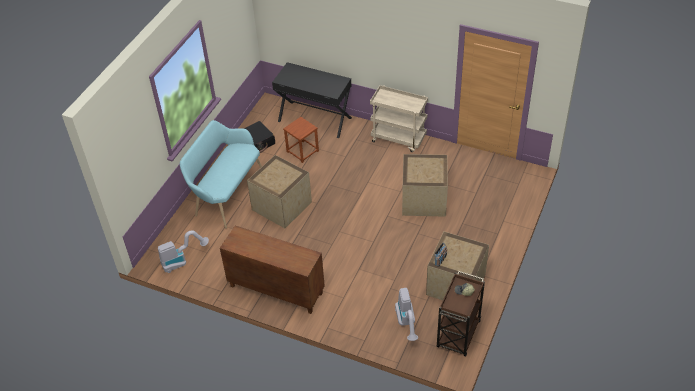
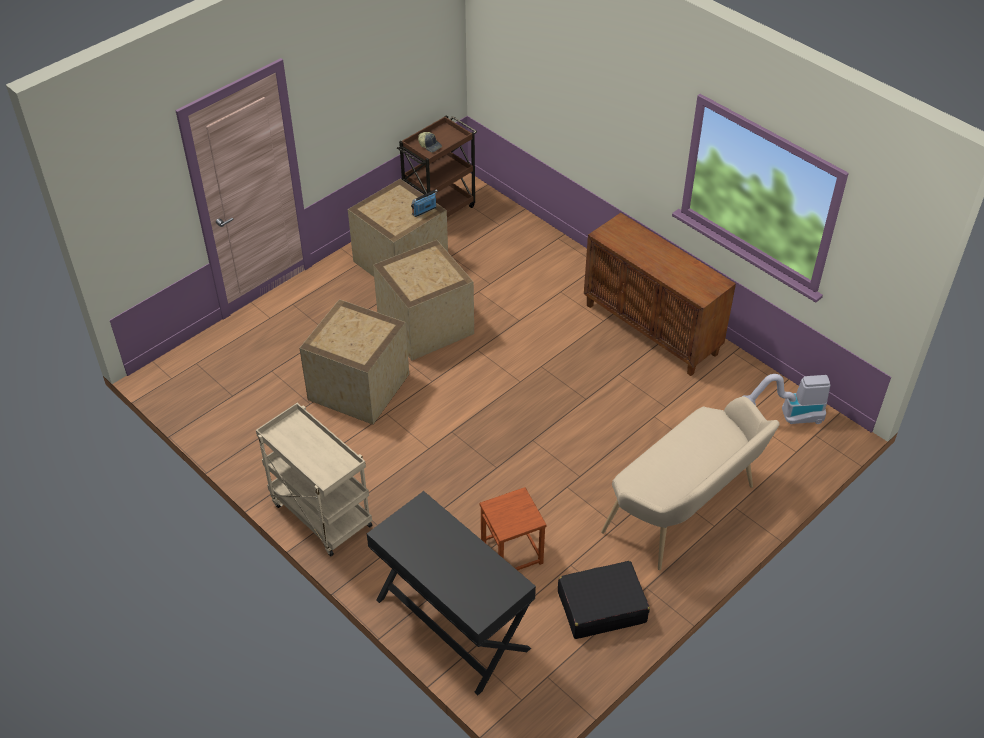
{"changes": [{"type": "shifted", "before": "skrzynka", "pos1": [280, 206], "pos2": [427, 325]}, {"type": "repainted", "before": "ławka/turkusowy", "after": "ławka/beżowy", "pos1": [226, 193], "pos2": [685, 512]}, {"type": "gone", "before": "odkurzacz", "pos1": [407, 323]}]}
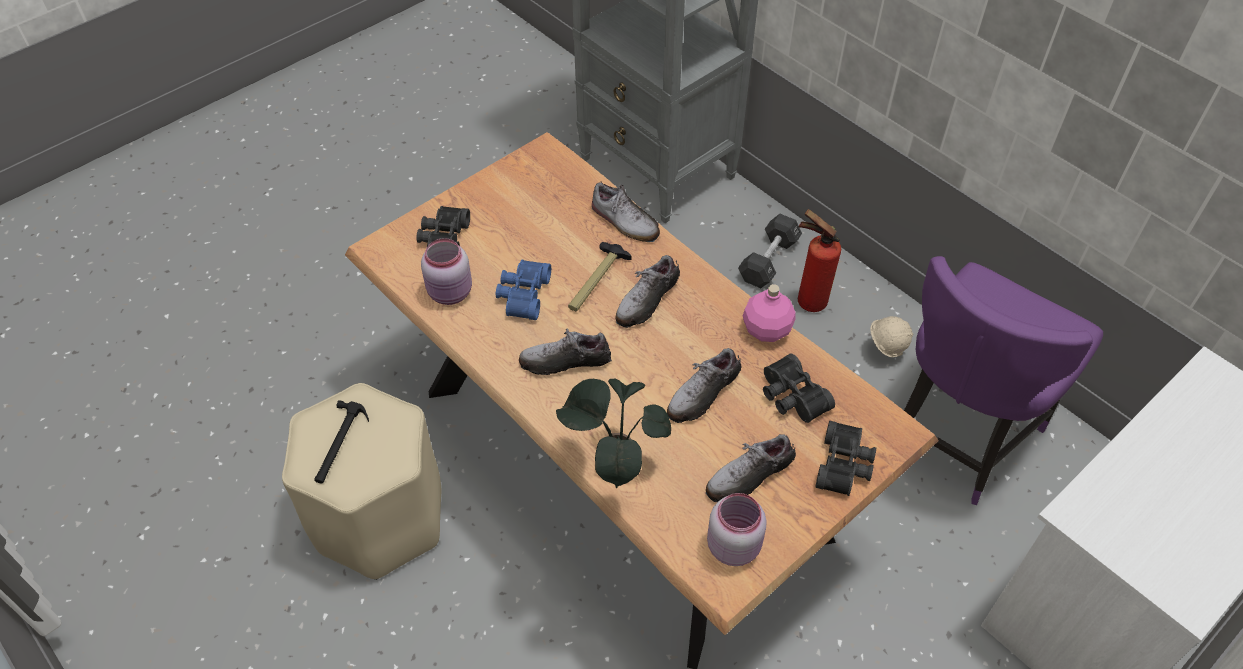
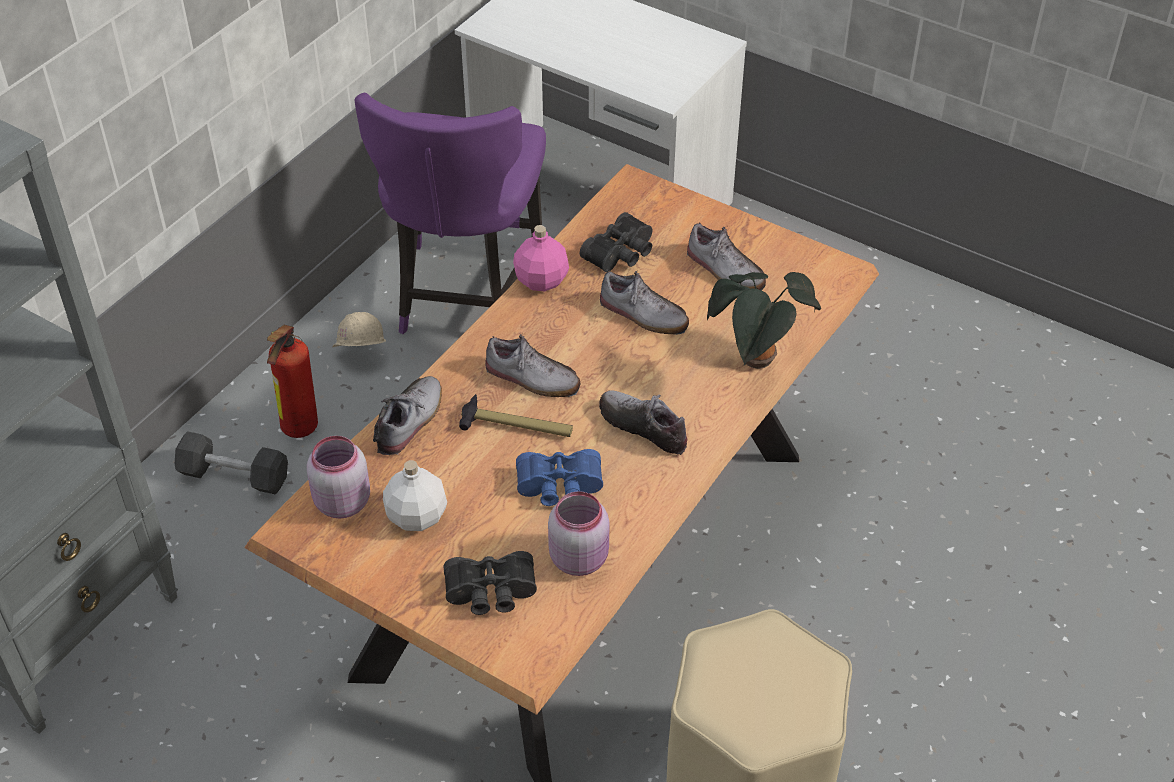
{"changes": [{"type": "shifted", "before": "słoik/różowy", "pos1": [734, 545], "pos2": [340, 502]}, {"type": "rotated", "before": "krzesło/fioletowy", "pos1": [956, 437], "pos2": [464, 296], "turn": 75}, {"type": "new", "after": "butelka/biały", "pos2": [417, 515]}, {"type": "rotated", "before": "but", "pos1": [565, 361], "pos2": [643, 427], "turn": 150}, {"type": "gone", "before": "młotek", "pos1": [339, 444]}, {"type": "gone", "before": "lornetka/czarny", "pos1": [845, 465]}]}
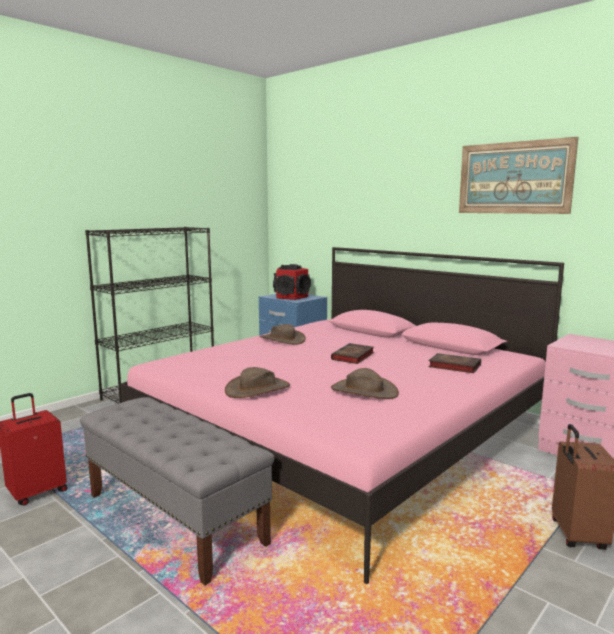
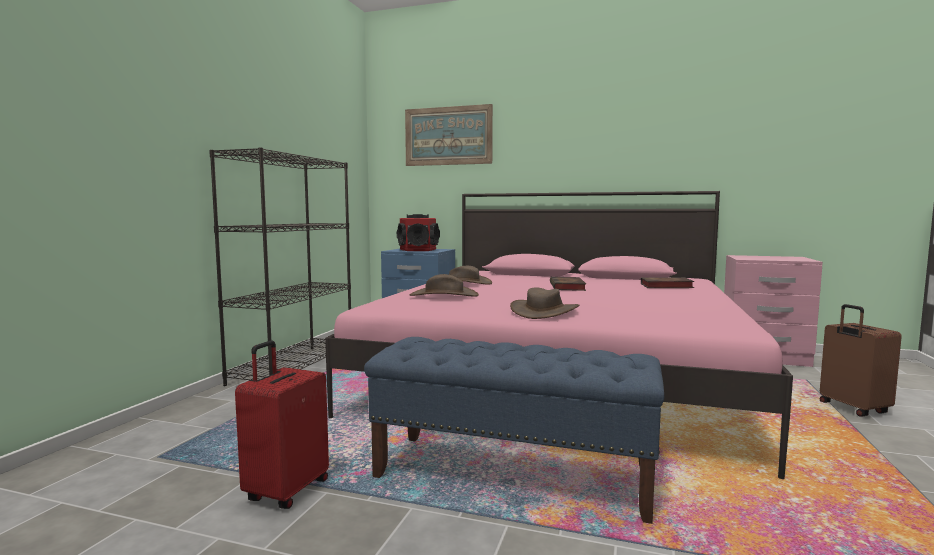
{"changes": [{"type": "repainted", "before": "ławka/szary", "after": "ławka/niebieski", "pos1": [174, 519], "pos2": [513, 475]}, {"type": "shifted", "before": "obraz", "pos1": [514, 178], "pos2": [448, 136]}, {"type": "shifted", "before": "kapelusz/brązowy", "pos1": [364, 391], "pos2": [444, 295]}]}
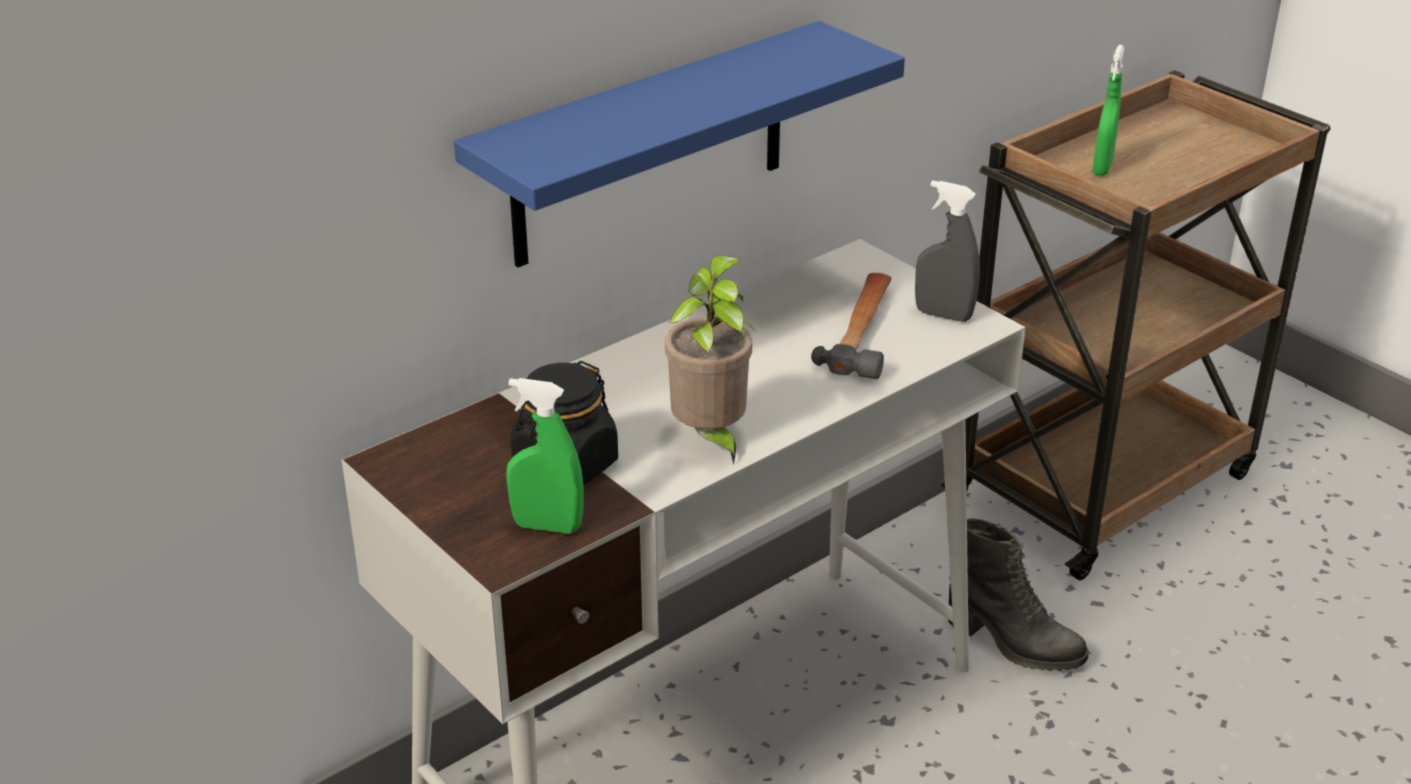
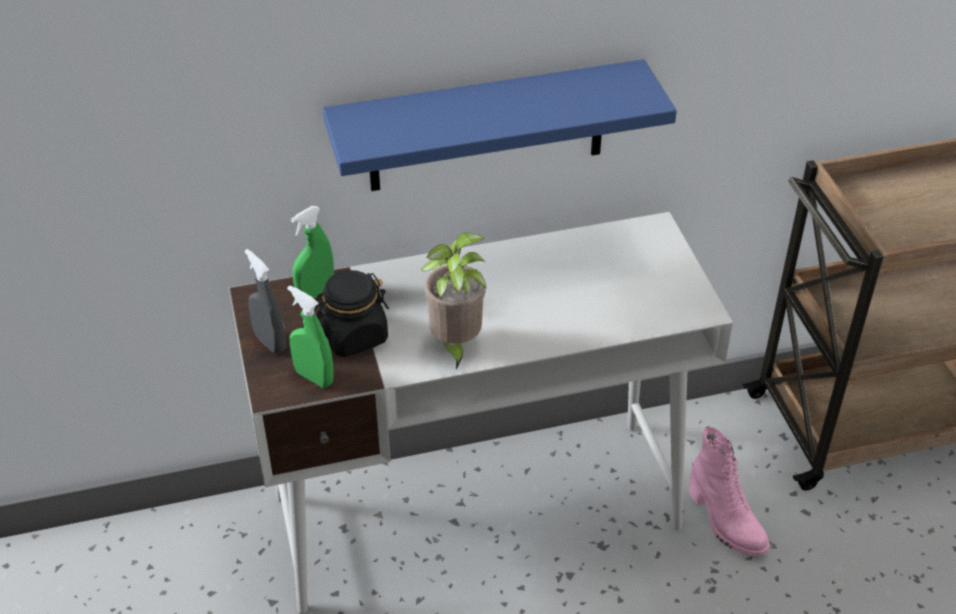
{"changes": [{"type": "shifted", "before": "spryskiwacz/szary", "pos1": [943, 315], "pos2": [270, 342]}, {"type": "shifted", "before": "spryskiwacz/zielony", "pos1": [1102, 168], "pos2": [316, 293]}, {"type": "repainted", "before": "but z cholewką/czarny", "after": "but z cholewką/różowy", "pos1": [1013, 644], "pos2": [724, 521]}, {"type": "gone", "before": "młotek", "pos1": [863, 331]}]}
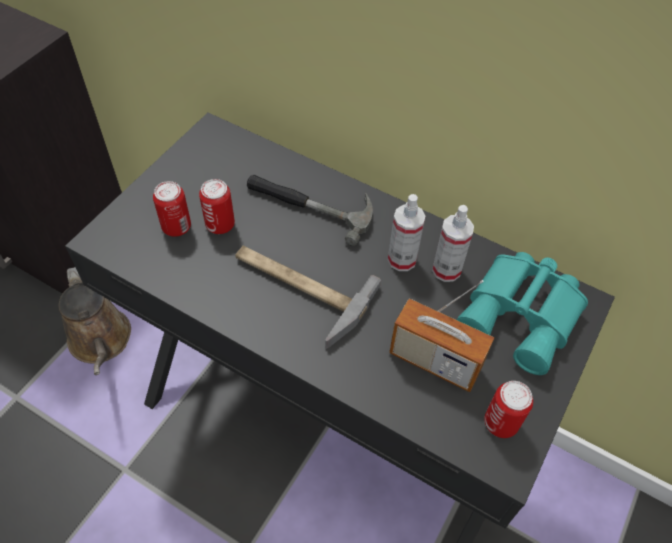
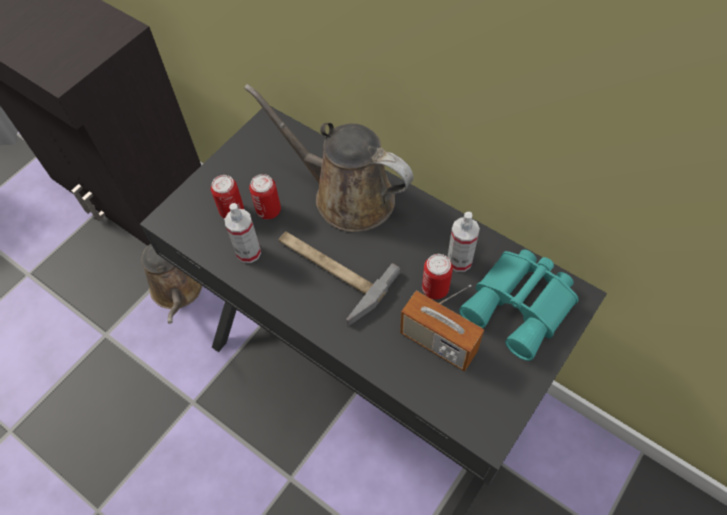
{"changes": [{"type": "shifted", "before": "spryskiwacz", "pos1": [402, 259], "pos2": [248, 252]}, {"type": "swapped", "before": "młotek", "after": "konewka/brązowy", "pos1": [309, 205], "pos2": [346, 195]}, {"type": "shifted", "before": "puszka", "pos1": [500, 423], "pos2": [435, 289]}]}
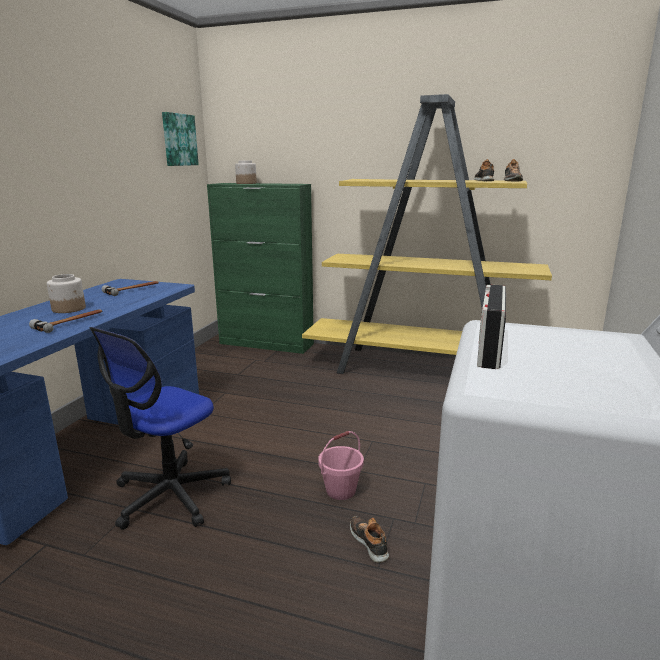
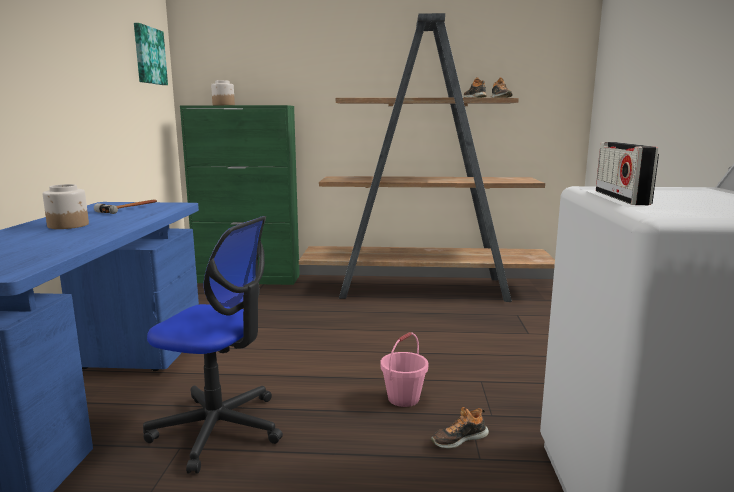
{"changes": [{"type": "rotated", "before": "krzesło biurowe", "pos1": [170, 495], "pos2": [219, 429], "turn": -90}, {"type": "repainted", "before": "regał/żółty", "after": "regał/brązowy", "pos1": [426, 370], "pos2": [425, 288]}, {"type": "rotated", "before": "but", "pos1": [369, 542], "pos2": [459, 439], "turn": -75}, {"type": "gone", "before": "młotek", "pos1": [70, 322]}]}
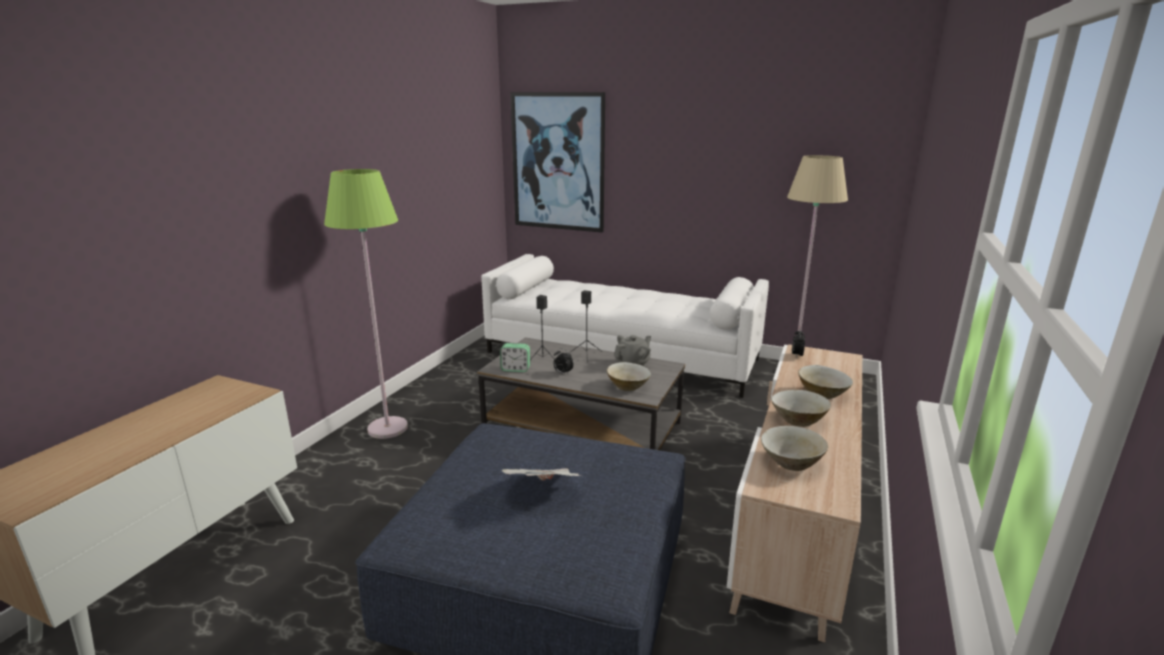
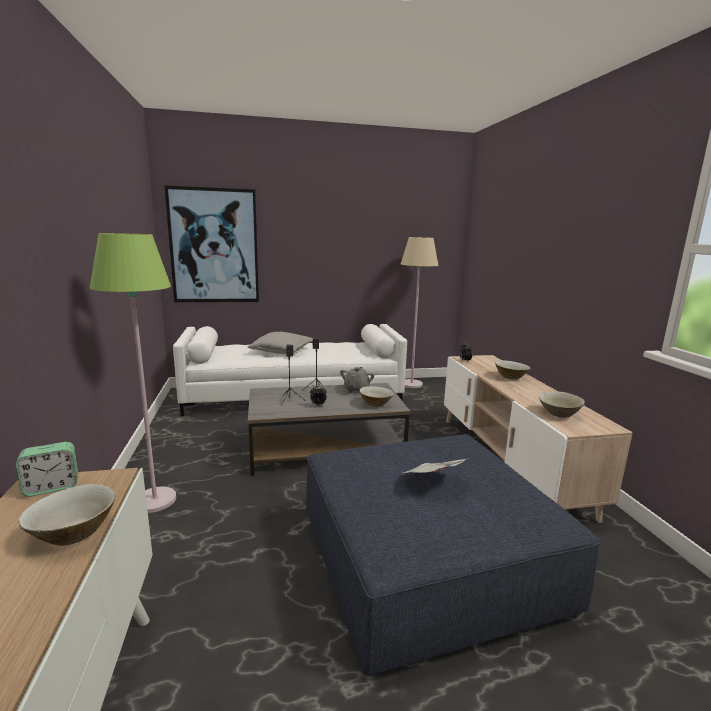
{"changes": [{"type": "shifted", "before": "budzik", "pos1": [515, 369], "pos2": [52, 487]}, {"type": "shifted", "before": "miska/beżowy", "pos1": [798, 420], "pos2": [74, 533]}, {"type": "new", "after": "poduszka/szary", "pos2": [282, 351]}]}
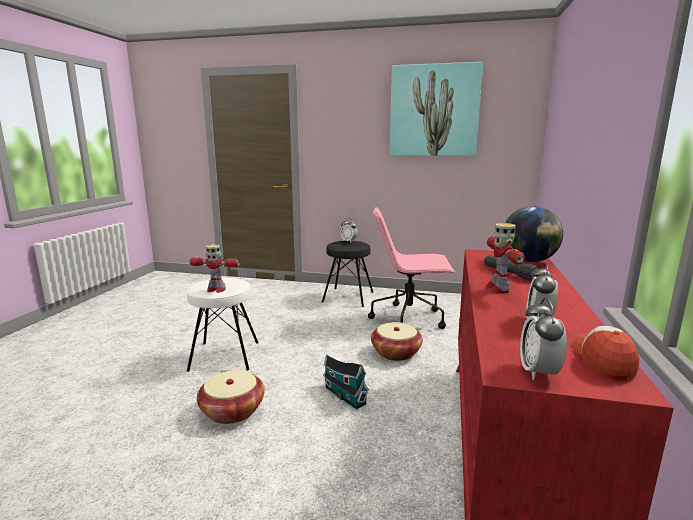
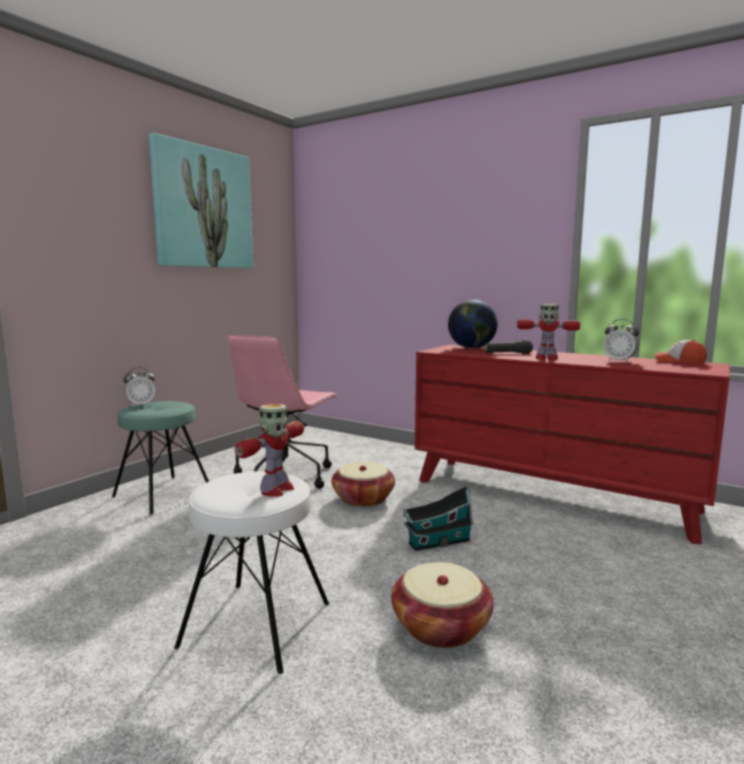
{"changes": [{"type": "repainted", "before": "stołek/czarny", "after": "stołek/turkusowy", "pos1": [348, 297], "pos2": [163, 494]}, {"type": "gone", "before": "budzik", "pos1": [538, 372]}]}
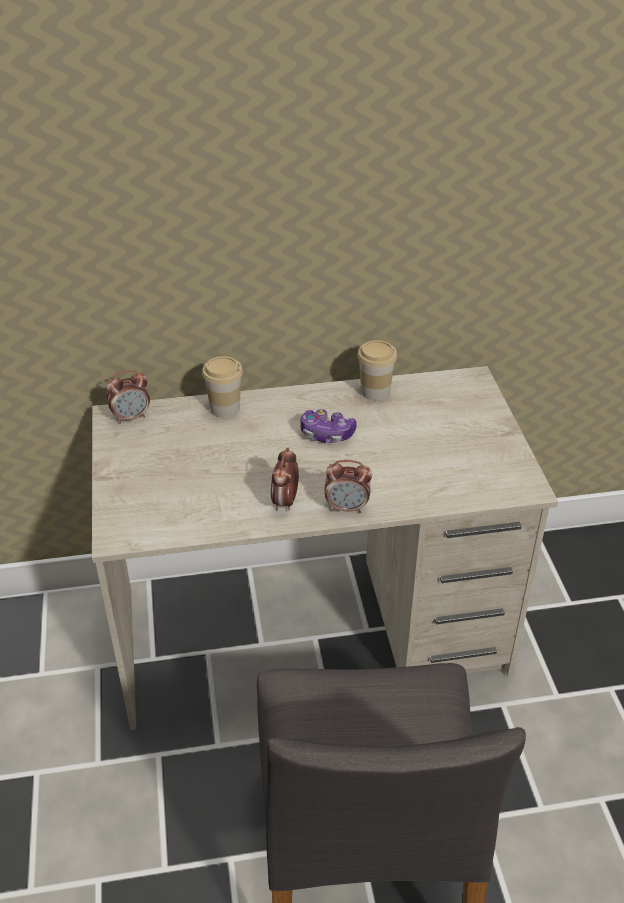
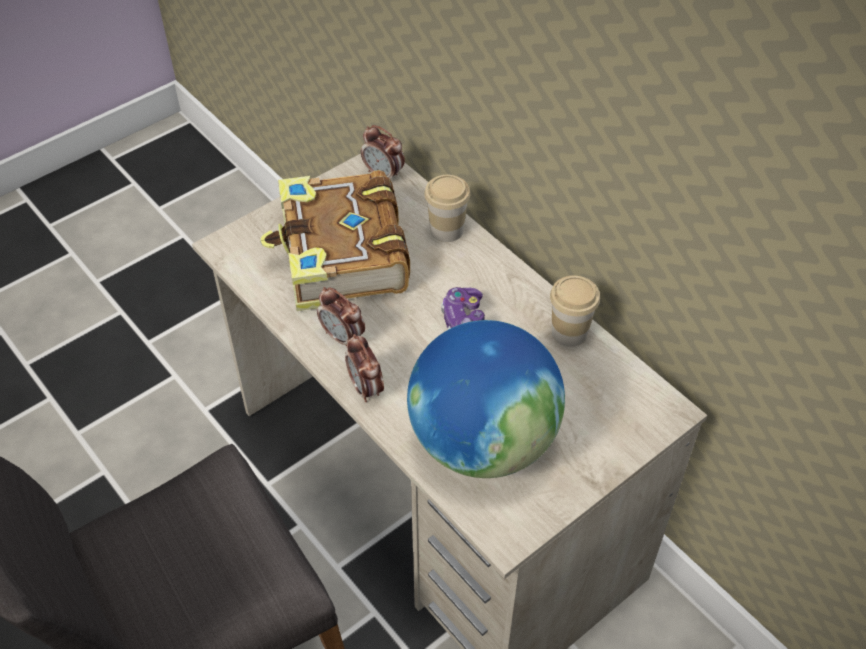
{"changes": [{"type": "new", "after": "książka", "pos2": [341, 257]}, {"type": "rotated", "before": "budzik", "pos1": [285, 502], "pos2": [343, 337], "turn": -120}, {"type": "new", "after": "globus", "pos2": [482, 441]}]}
